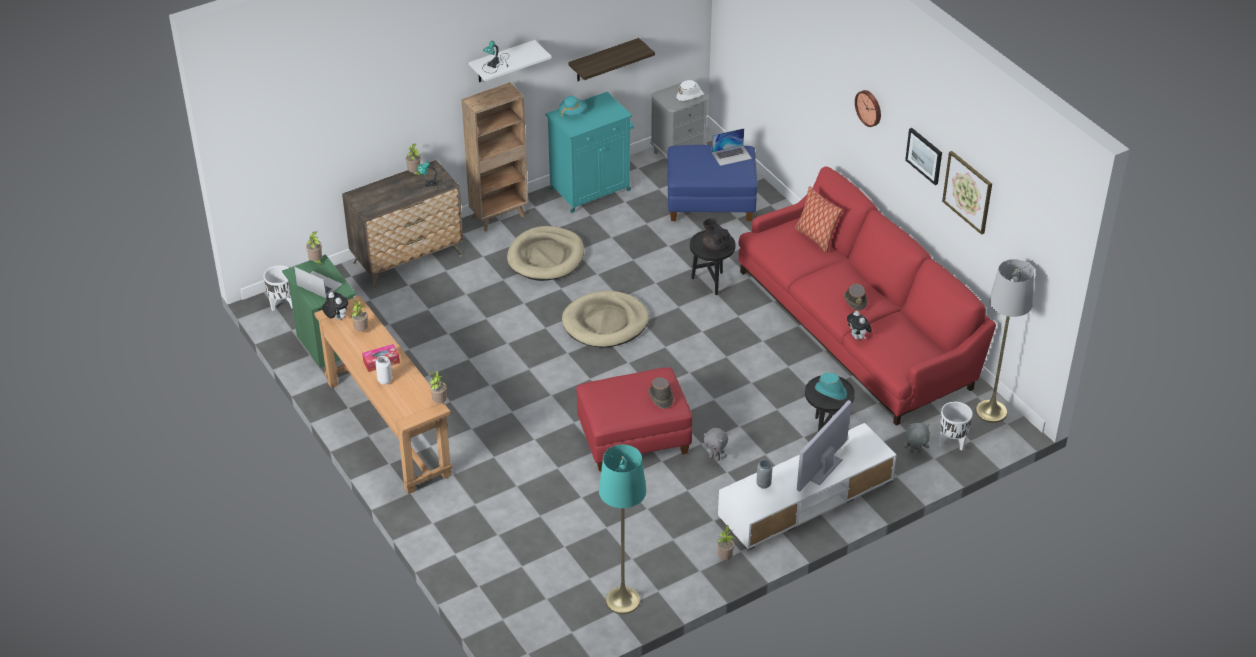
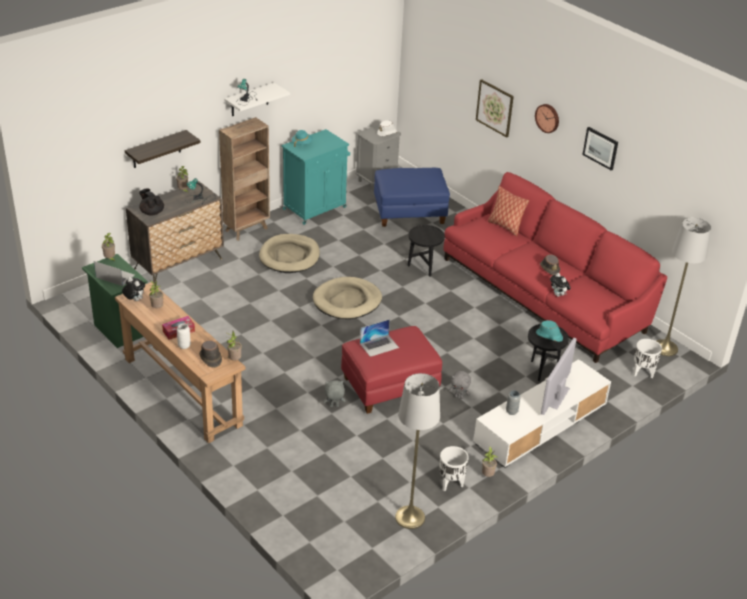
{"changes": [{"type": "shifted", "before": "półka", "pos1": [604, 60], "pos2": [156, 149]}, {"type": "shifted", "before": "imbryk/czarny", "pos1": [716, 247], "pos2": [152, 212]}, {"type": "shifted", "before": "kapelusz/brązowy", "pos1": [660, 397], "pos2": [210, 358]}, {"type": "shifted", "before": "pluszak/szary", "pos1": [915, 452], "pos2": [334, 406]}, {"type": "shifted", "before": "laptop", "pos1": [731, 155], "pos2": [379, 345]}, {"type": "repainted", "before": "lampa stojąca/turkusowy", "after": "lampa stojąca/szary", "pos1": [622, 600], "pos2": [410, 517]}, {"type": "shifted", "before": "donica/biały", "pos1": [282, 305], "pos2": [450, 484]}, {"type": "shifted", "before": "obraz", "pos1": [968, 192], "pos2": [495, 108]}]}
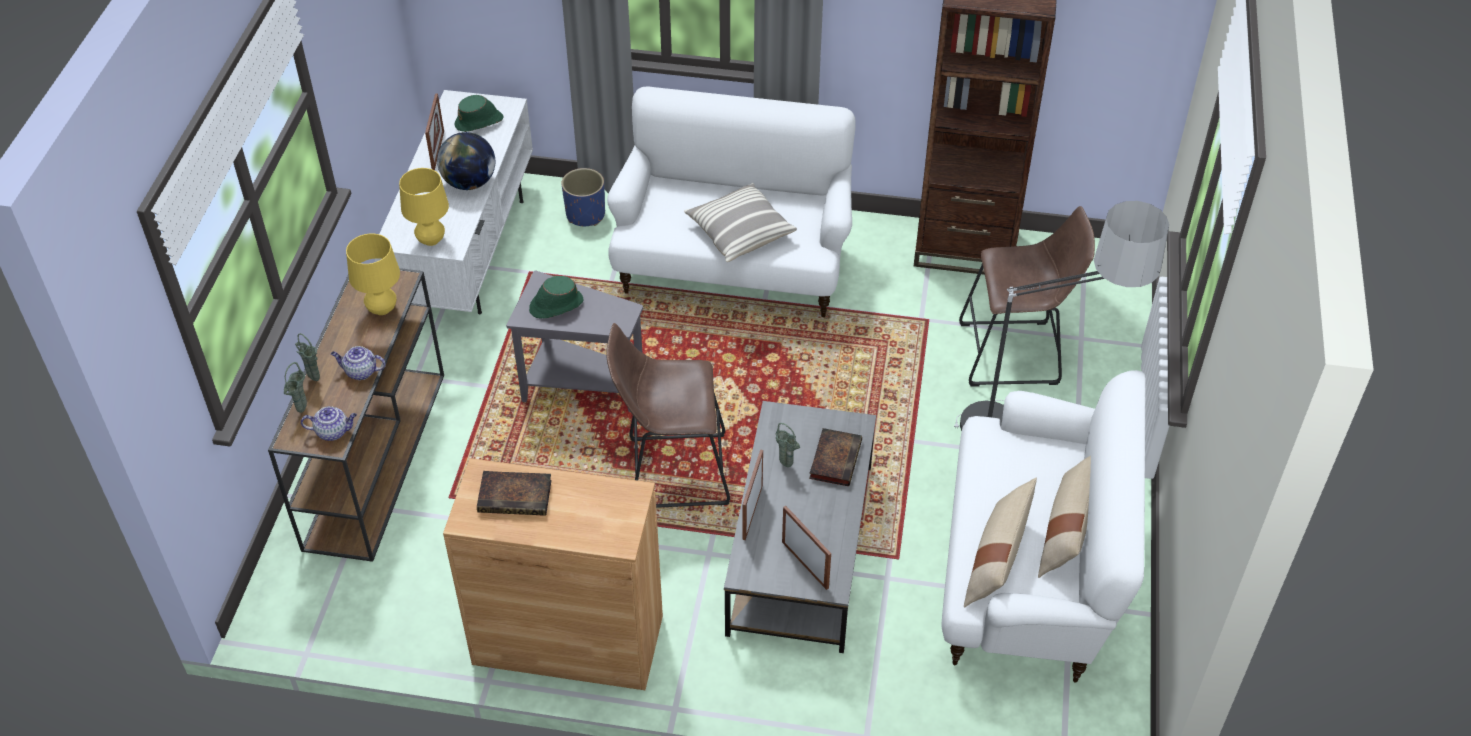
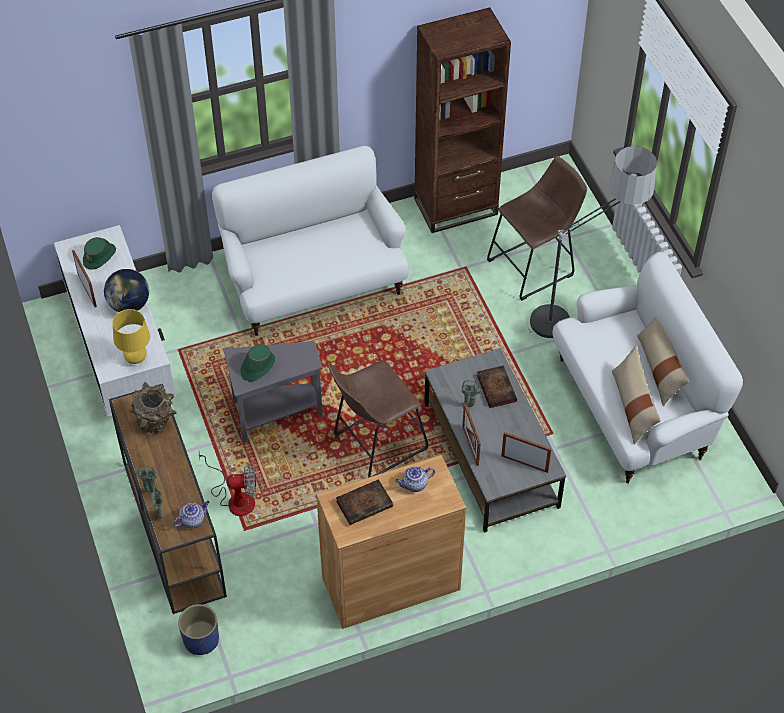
{"changes": [{"type": "swapped", "before": "lampa stołowa/żółty", "after": "wazon/brązowy", "pos1": [382, 309], "pos2": [156, 422]}, {"type": "shifted", "before": "donica/niebieski", "pos1": [585, 214], "pos2": [201, 639]}, {"type": "new", "after": "wentylator", "pos2": [235, 498]}, {"type": "shifted", "before": "imbryk", "pos1": [360, 372], "pos2": [414, 485]}, {"type": "gone", "before": "poduszka", "pos1": [739, 233]}]}
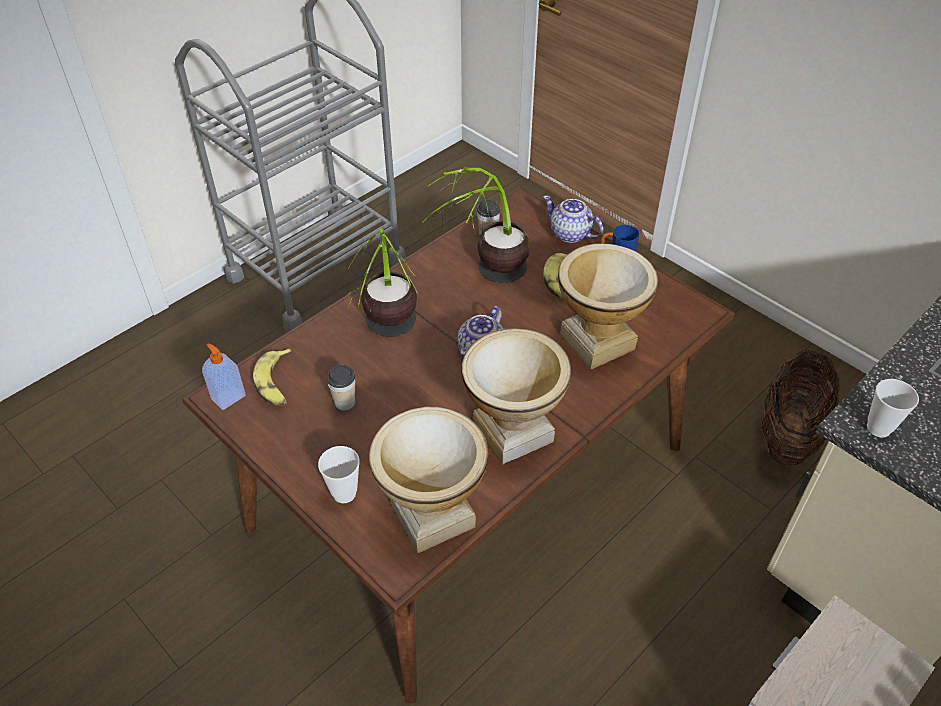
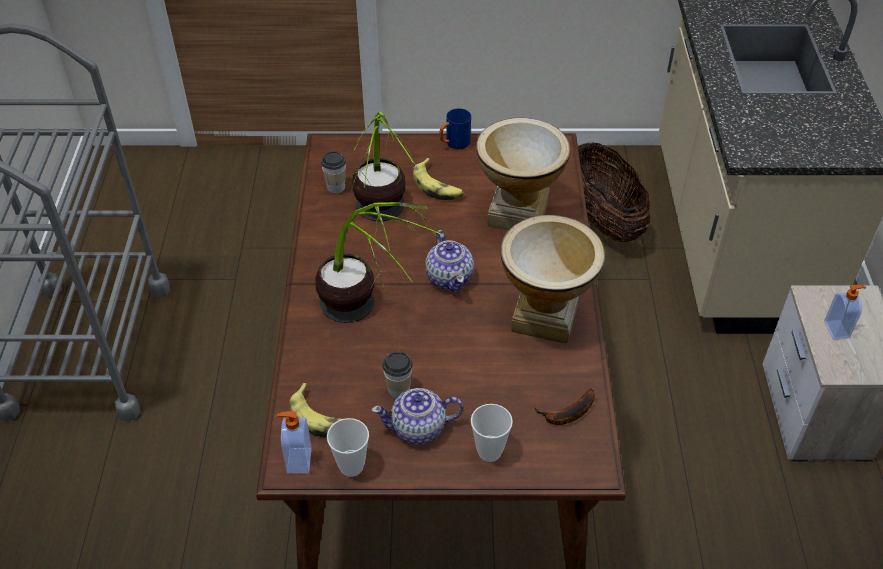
{"changes": [{"type": "shifted", "before": "filiżanka", "pos1": [878, 428], "pos2": [351, 466]}, {"type": "shifted", "before": "imbryk", "pos1": [570, 234], "pos2": [419, 428]}, {"type": "swapped", "before": "wazon", "after": "banan", "pos1": [432, 515], "pos2": [567, 414]}, {"type": "new", "after": "dozownik mydła", "pos2": [837, 330]}]}
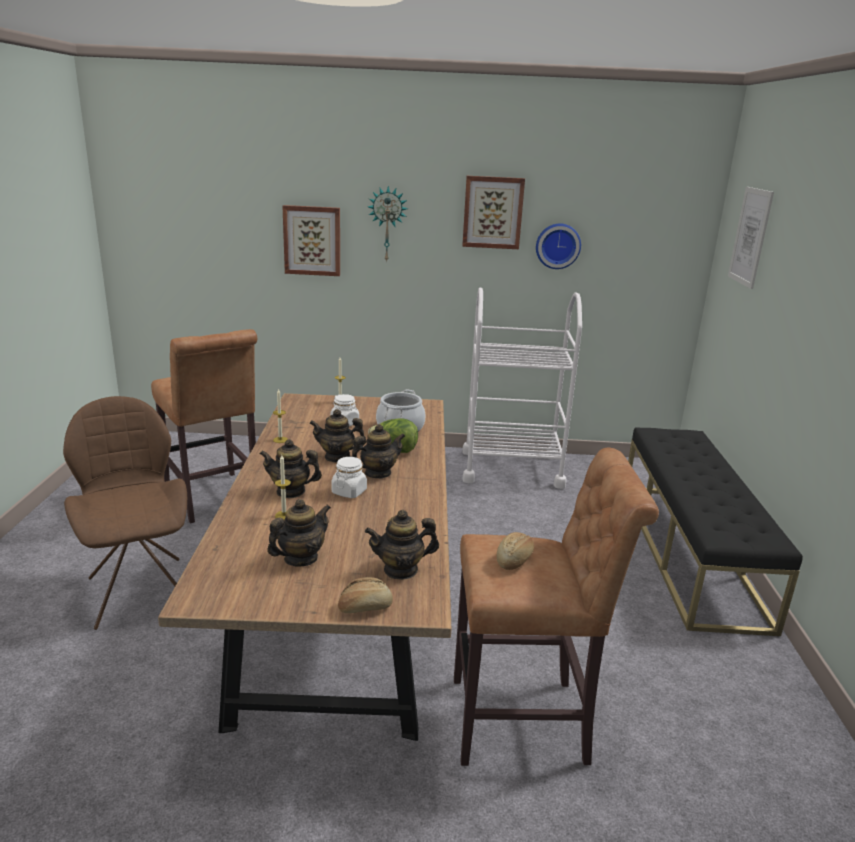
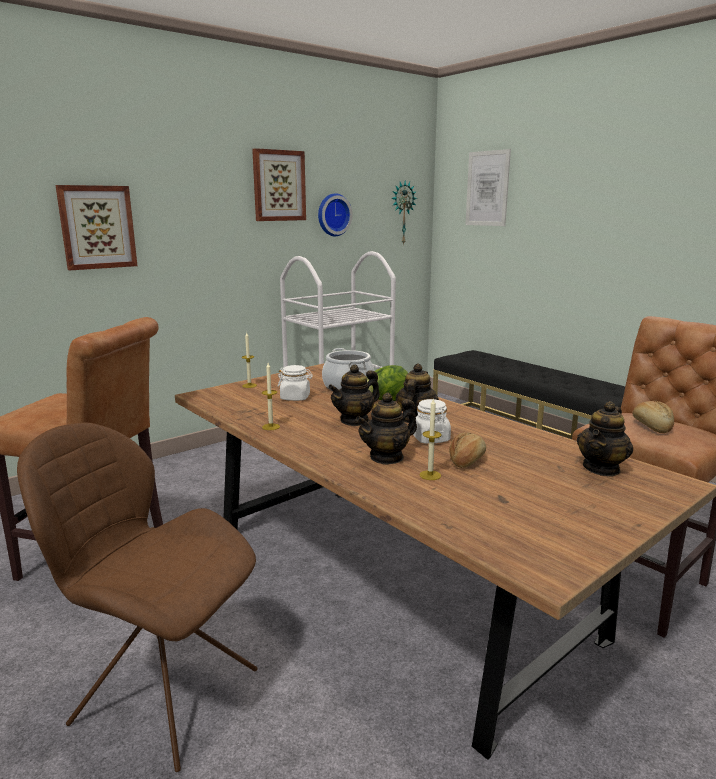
{"changes": [{"type": "shifted", "before": "zegar ścienny", "pos1": [387, 224], "pos2": [402, 212]}, {"type": "shifted", "before": "chleb", "pos1": [365, 607], "pos2": [466, 461]}, {"type": "gone", "before": "imbryk", "pos1": [300, 558]}]}
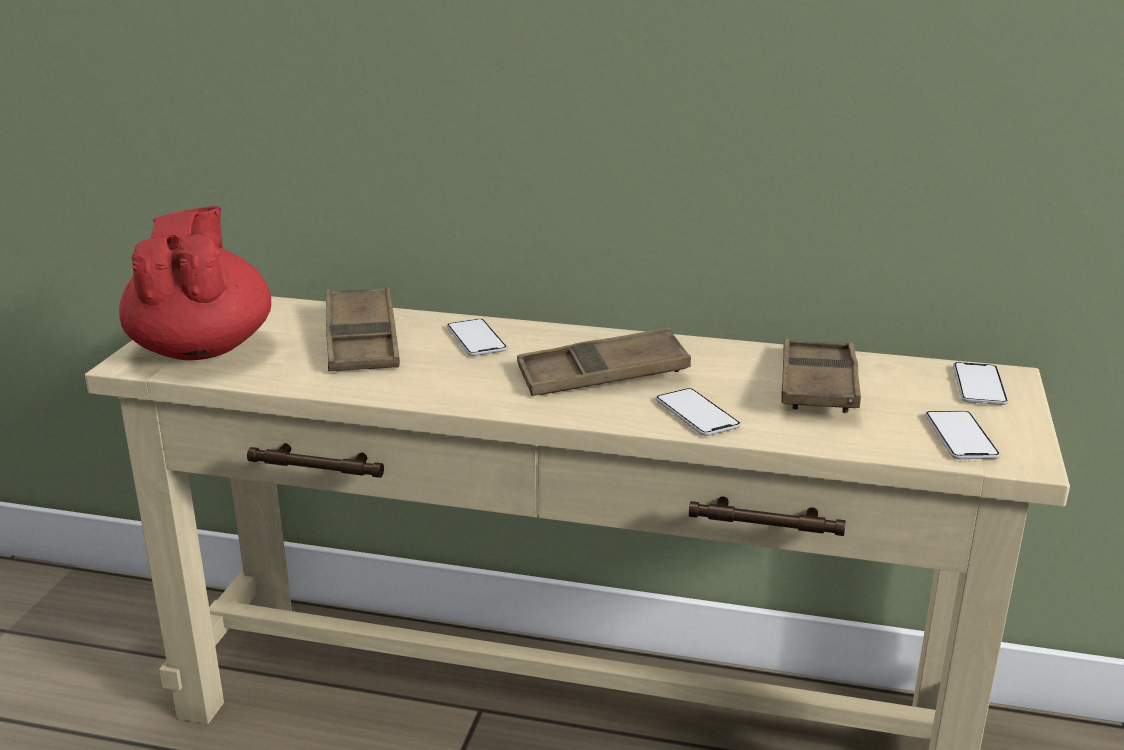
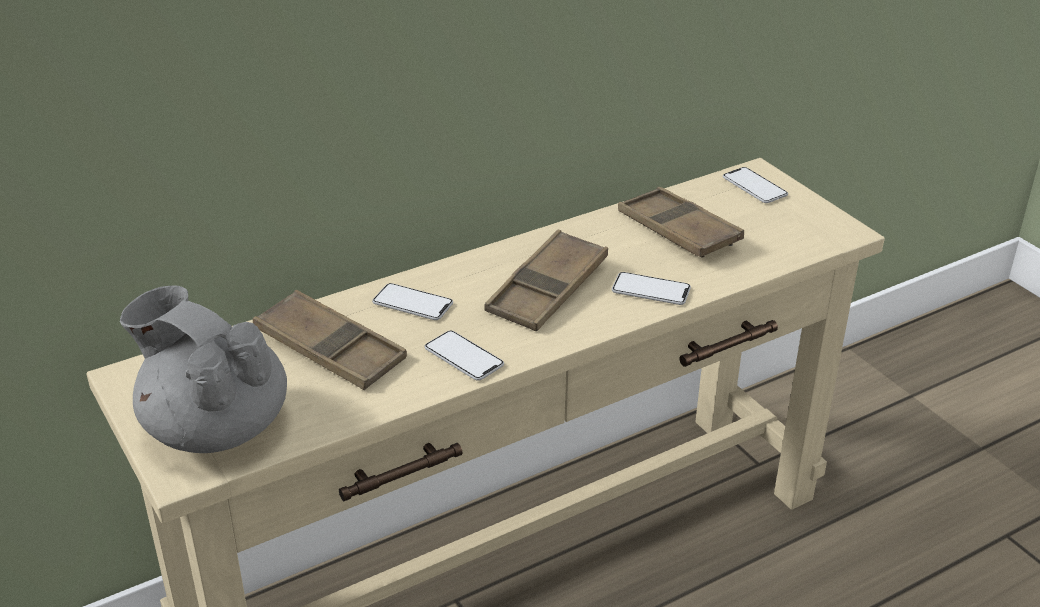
{"changes": [{"type": "repainted", "before": "imbryk/czerwony", "after": "imbryk/szary", "pos1": [202, 348], "pos2": [214, 427]}, {"type": "shifted", "before": "telefon", "pos1": [960, 437], "pos2": [464, 357]}]}
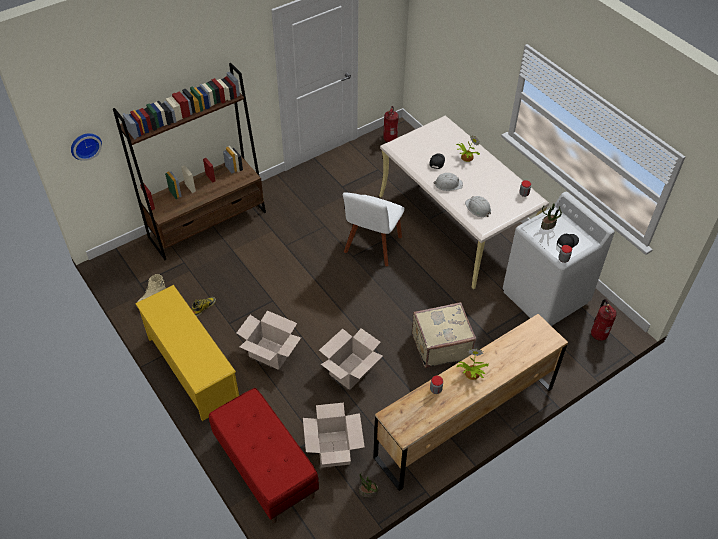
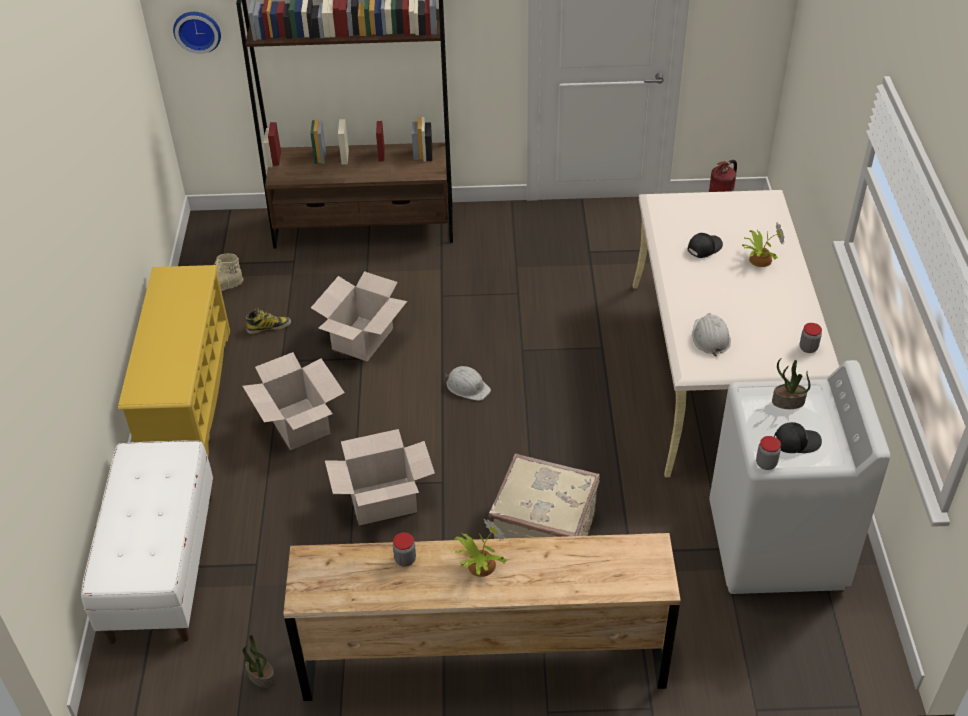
{"changes": [{"type": "repainted", "before": "ławka/czerwony", "after": "ławka/biały", "pos1": [265, 468], "pos2": [161, 566]}, {"type": "shifted", "before": "karton", "pos1": [333, 449], "pos2": [362, 338]}, {"type": "shifted", "before": "kask/biały", "pos1": [448, 184], "pos2": [467, 386]}, {"type": "gone", "before": "krzesło/biały", "pos1": [372, 247]}, {"type": "gone", "before": "gaśnica", "pos1": [598, 333]}]}
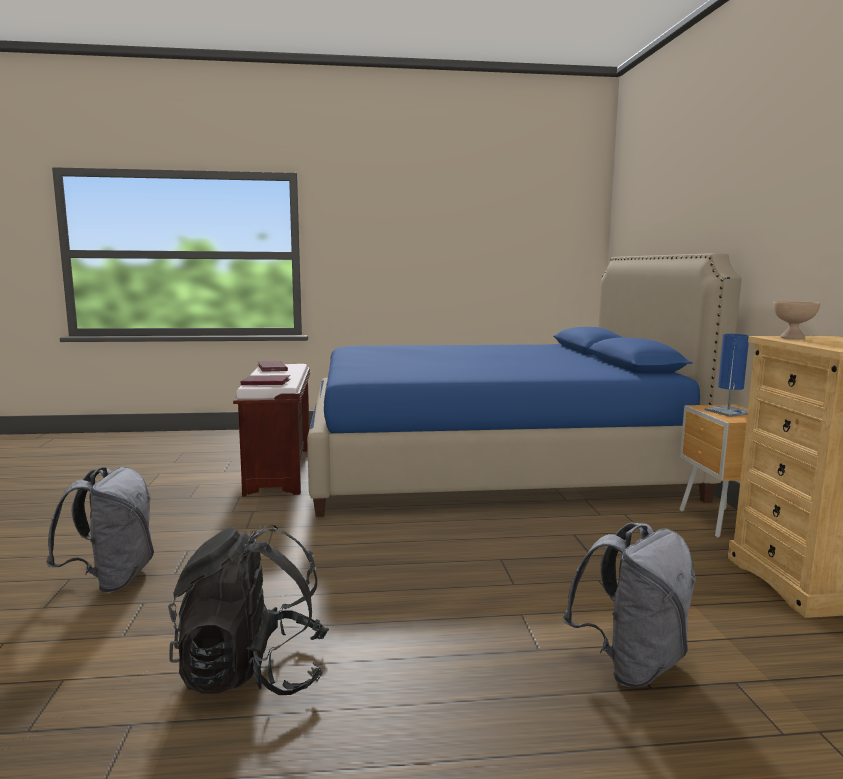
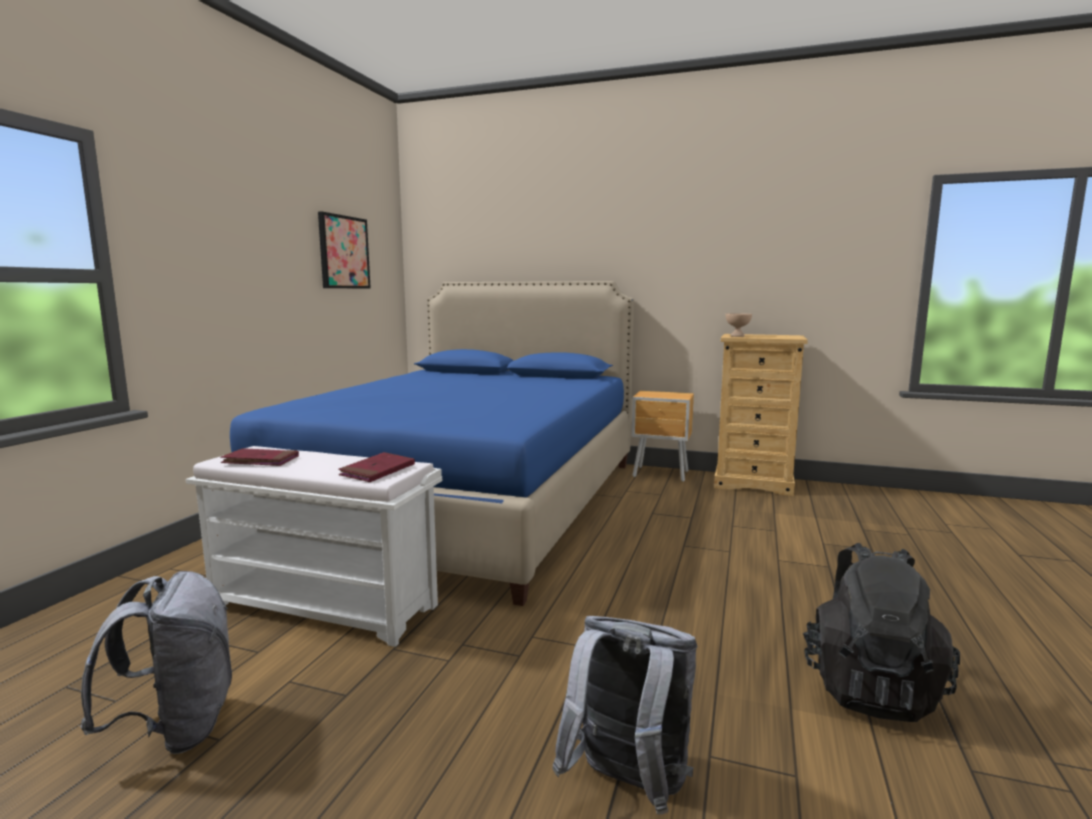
{"changes": [{"type": "shifted", "before": "plecak/szary", "pos1": [631, 664], "pos2": [177, 728]}, {"type": "repainted", "before": "ławka/brązowy", "after": "ławka/biały", "pos1": [280, 471], "pos2": [326, 606]}, {"type": "new", "after": "obraz", "pos2": [343, 252]}, {"type": "gone", "before": "lampa stołowa/niebieski", "pos1": [728, 412]}]}
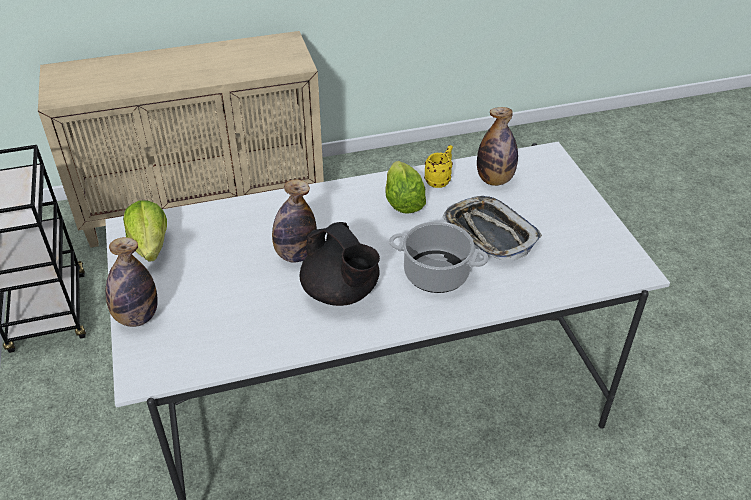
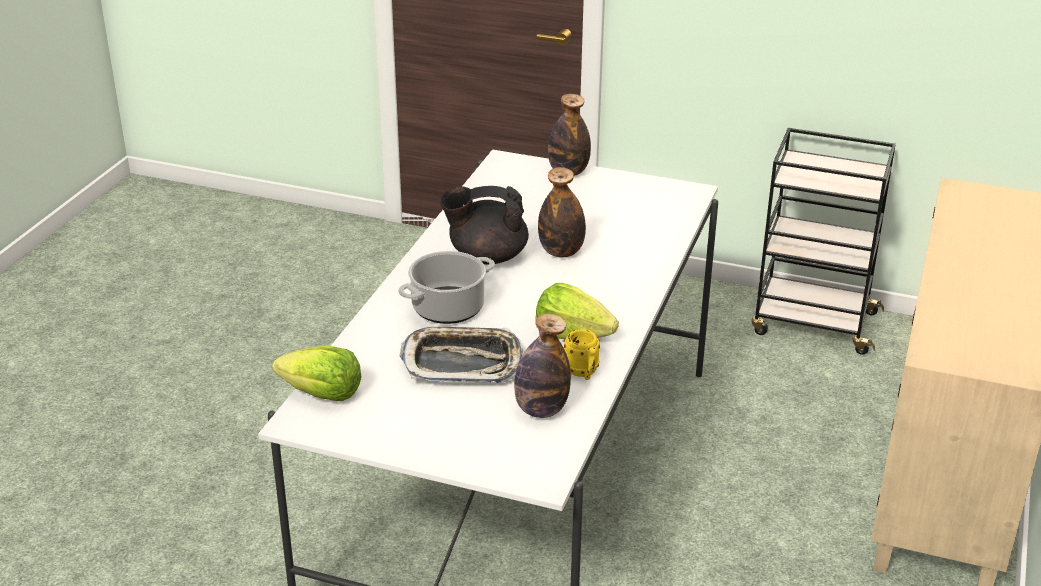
{"changes": [{"type": "shifted", "before": "sałata", "pos1": [150, 246], "pos2": [322, 394]}]}
